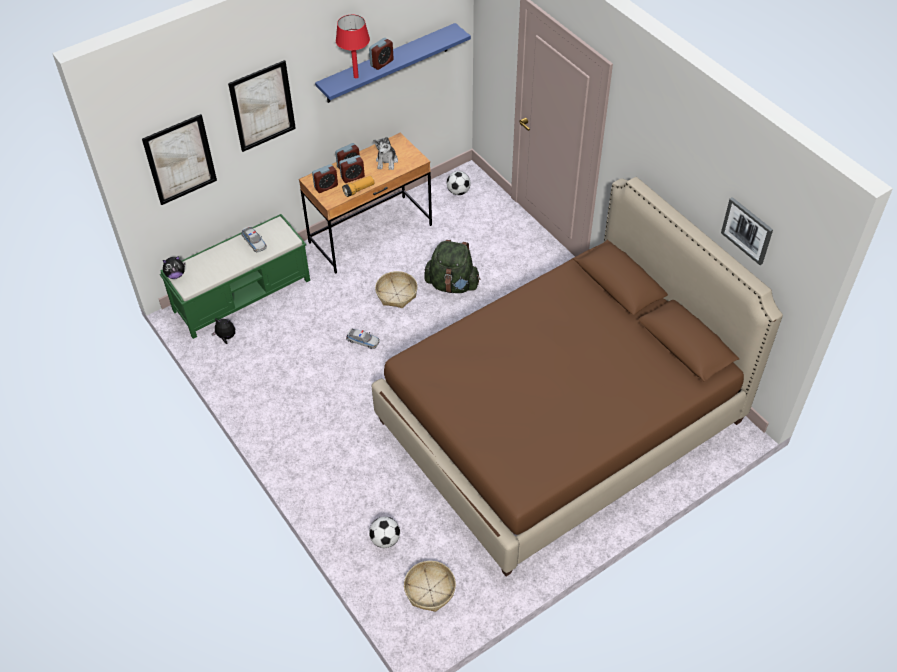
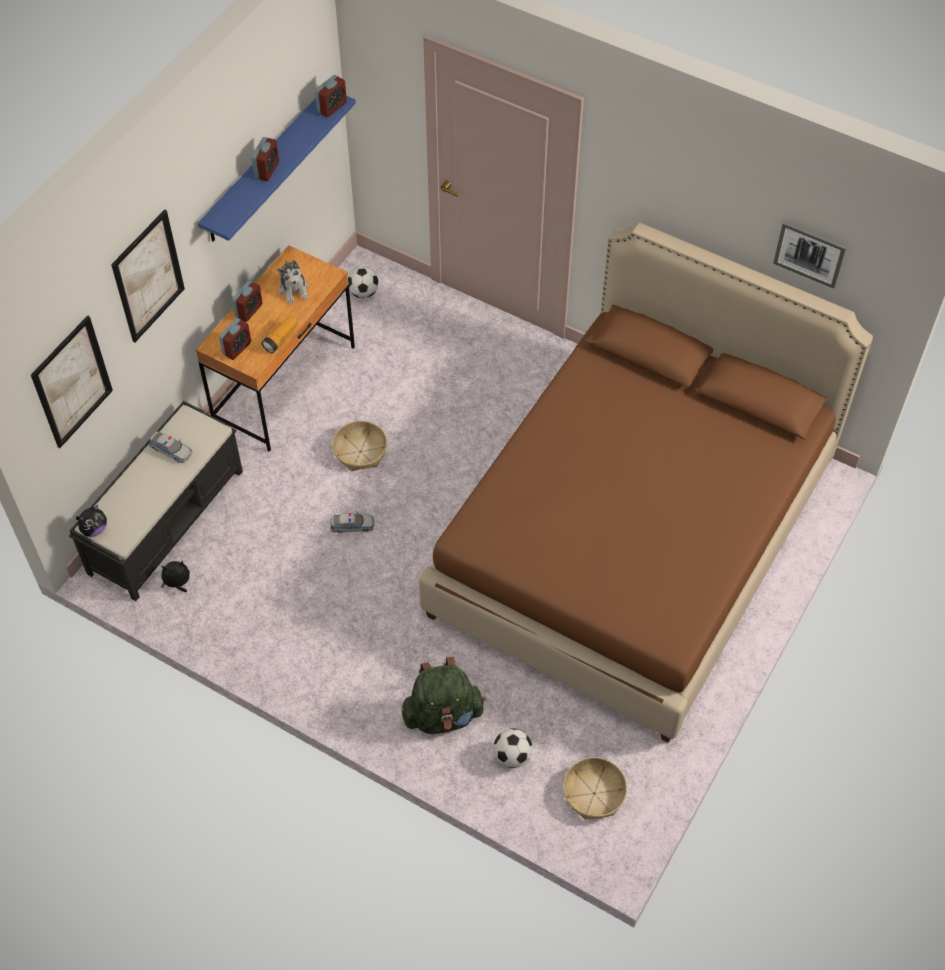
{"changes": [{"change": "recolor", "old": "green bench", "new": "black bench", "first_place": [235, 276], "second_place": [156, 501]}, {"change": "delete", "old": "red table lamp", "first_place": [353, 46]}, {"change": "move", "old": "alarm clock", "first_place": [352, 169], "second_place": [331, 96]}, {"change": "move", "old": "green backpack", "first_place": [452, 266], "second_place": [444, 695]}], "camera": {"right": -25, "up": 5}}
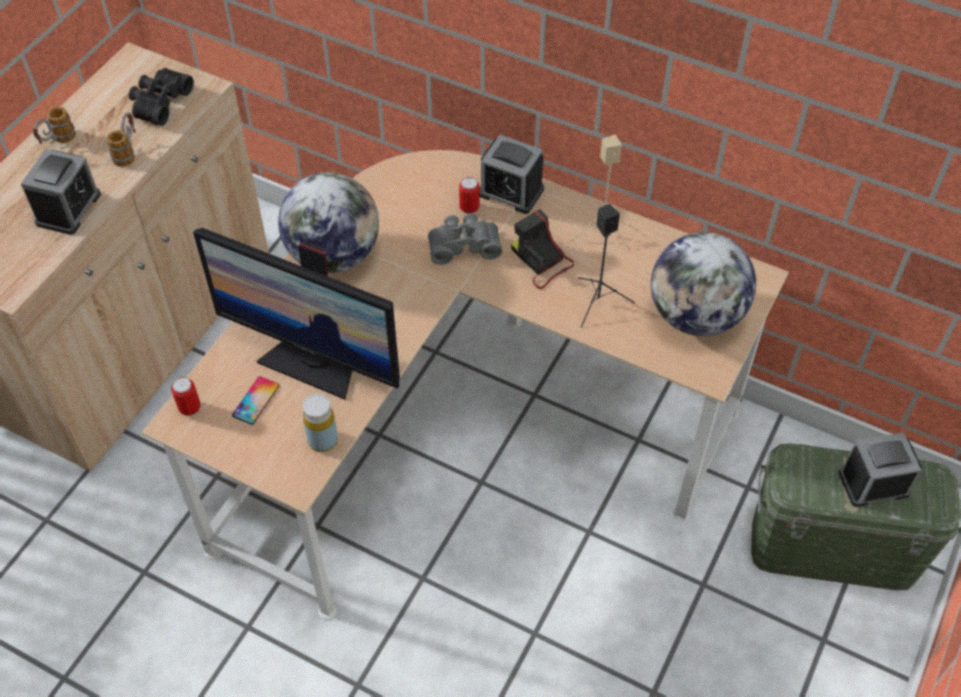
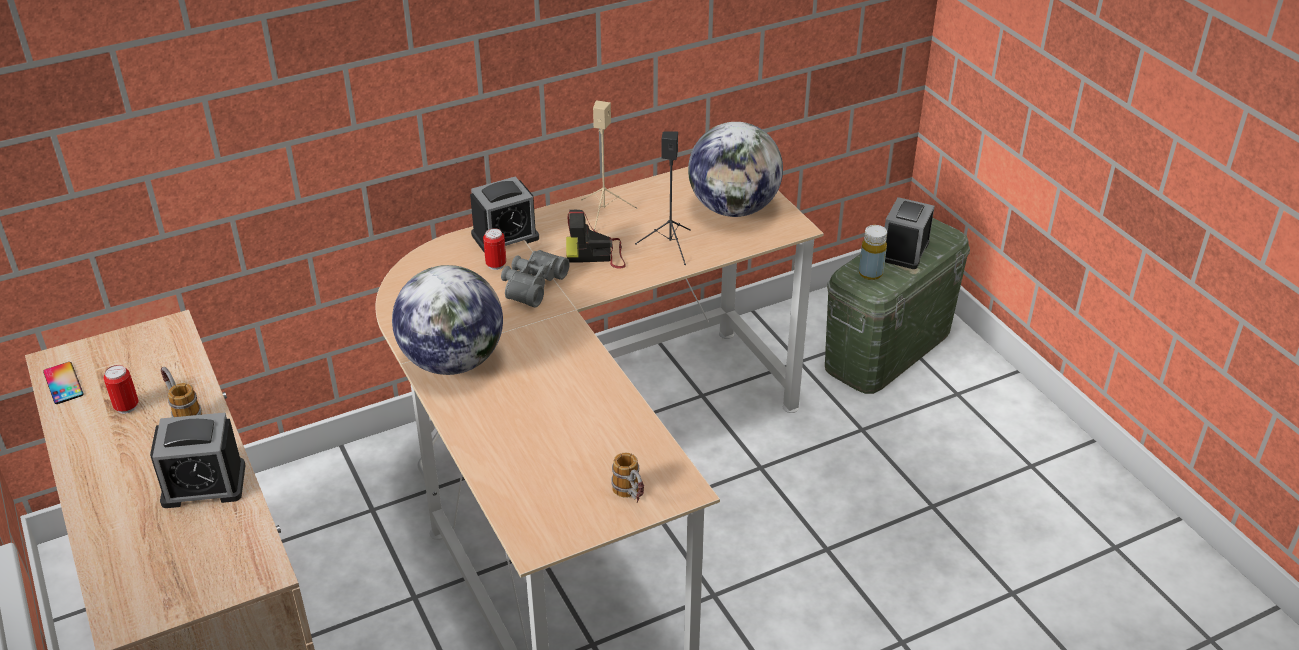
{"changes": [{"change": "rotate", "old": "alarm clock", "first_place": [61, 192], "second_place": [197, 460], "degrees": 120}, {"change": "move", "old": "mug", "first_place": [54, 125], "second_place": [627, 478]}, {"change": "delete", "old": "black binoculars", "first_place": [161, 97]}, {"change": "move", "old": "can", "first_place": [186, 396], "second_place": [121, 389]}, {"change": "delete", "old": "monitor", "first_place": [296, 314]}, {"change": "move", "old": "phone", "first_place": [256, 400], "second_place": [63, 383]}, {"change": "move", "old": "yellow bottle", "first_place": [320, 423], "second_place": [873, 252]}], "camera": {"right": -55, "up": -15}}
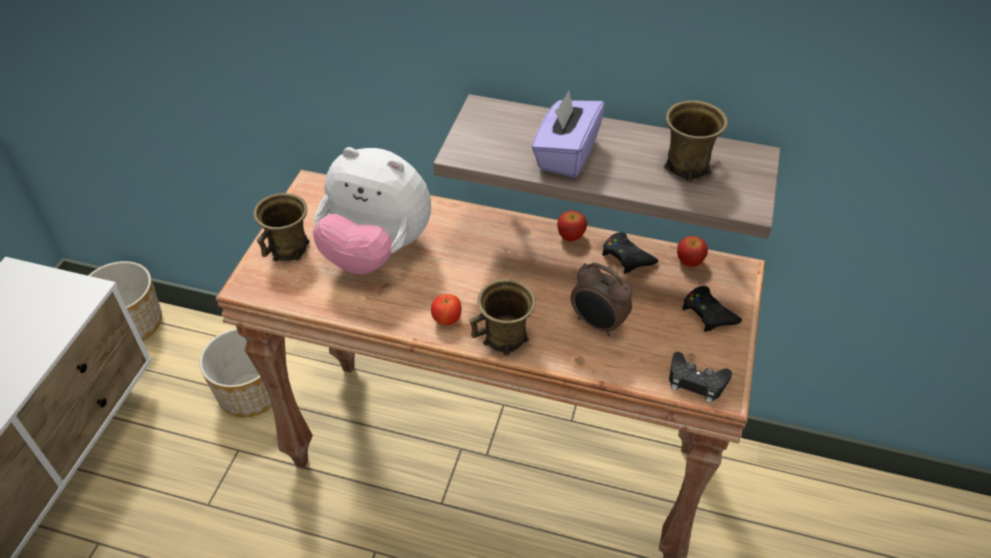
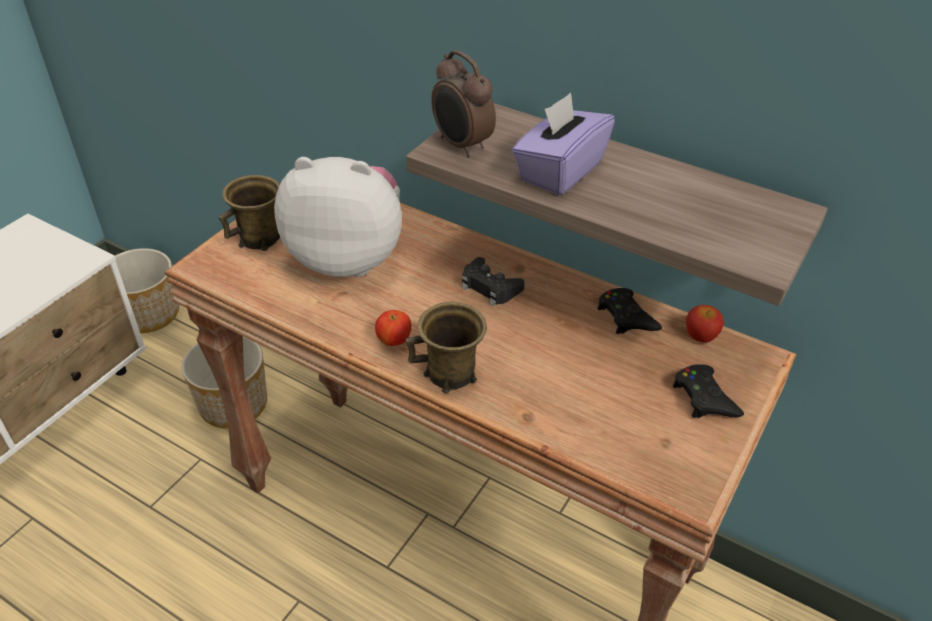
{"changes": [{"change": "rotate", "old": "plush toy", "first_place": [371, 210], "second_place": [338, 217], "degrees": 150}, {"change": "delete", "old": "apple", "first_place": [572, 225]}, {"change": "move", "old": "alarm clock", "first_place": [602, 299], "second_place": [463, 103]}, {"change": "delete", "old": "brown mug", "first_place": [696, 141]}, {"change": "move", "old": "black game controller", "first_place": [700, 377], "second_place": [493, 281]}], "camera": {"right": 15, "up": -5}}
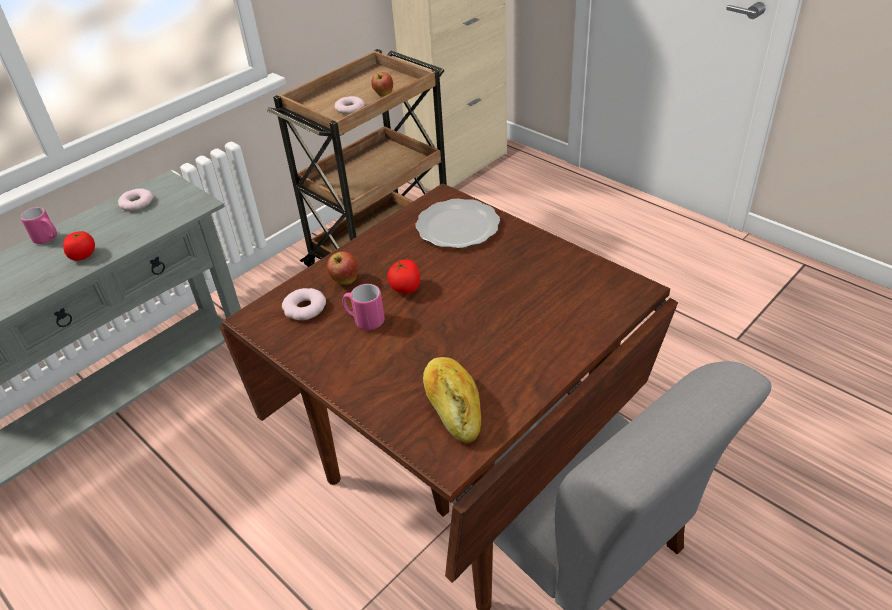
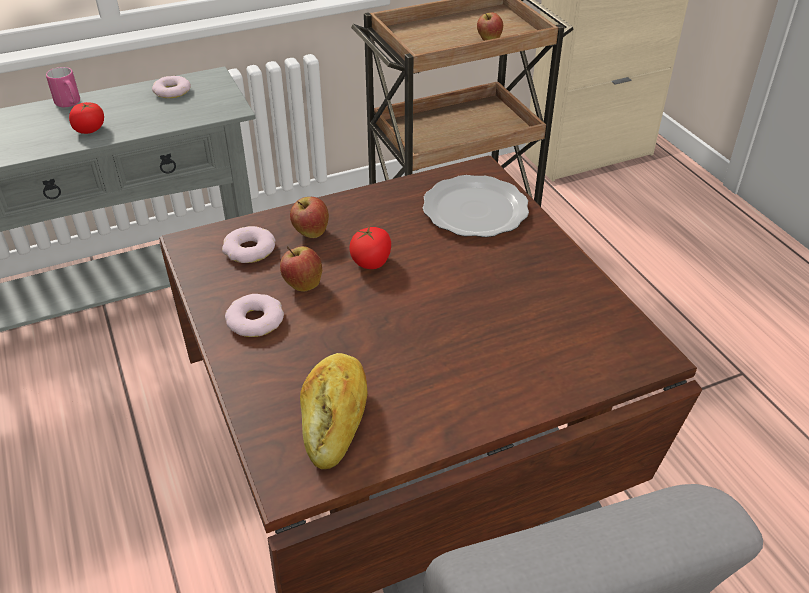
{"changes": [{"change": "move", "old": "donut", "first_place": [350, 105], "second_place": [254, 315]}, {"change": "replace", "old": "pink mug", "new": "apple", "first_place": [363, 307], "second_place": [301, 268]}], "camera": {"right": 20, "up": 0}}
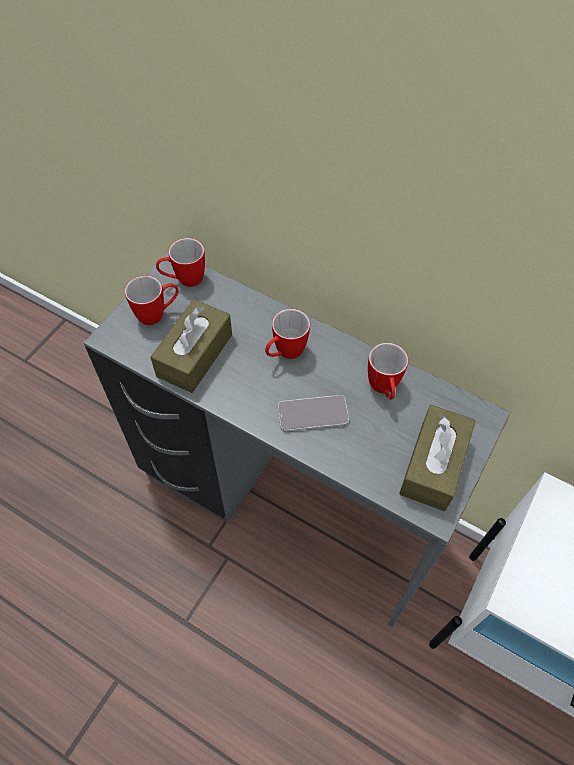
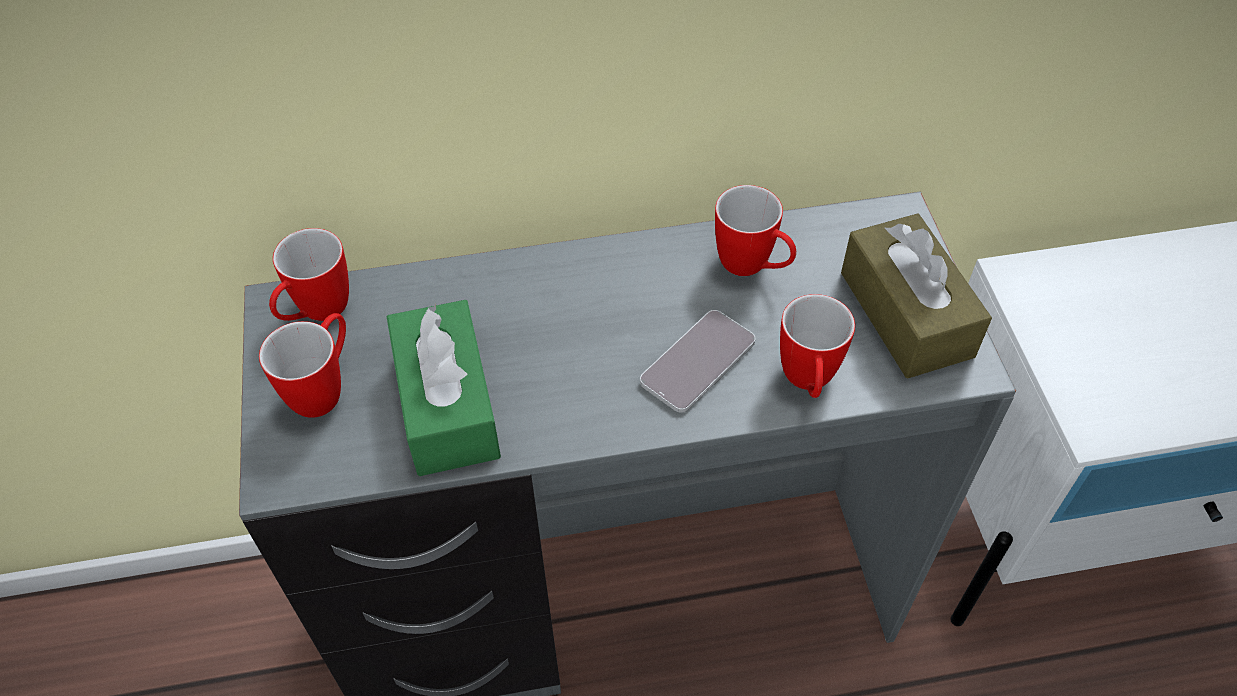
{"changes": [{"change": "recolor", "old": "brown tissue box", "new": "green tissue box", "first_place": [191, 346], "second_place": [444, 388]}, {"change": "move", "old": "mug", "first_place": [287, 334], "second_place": [817, 346]}], "camera": {"right": -40, "up": -5}}
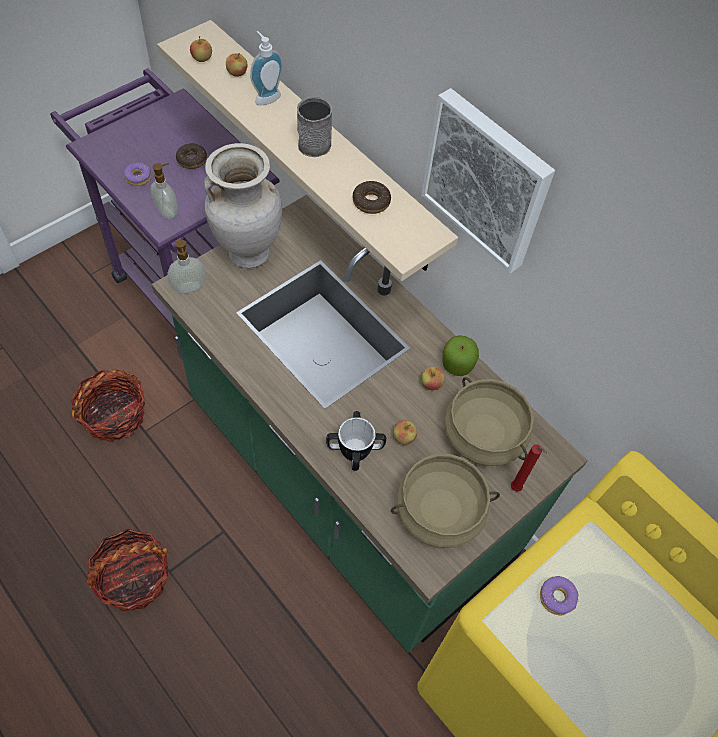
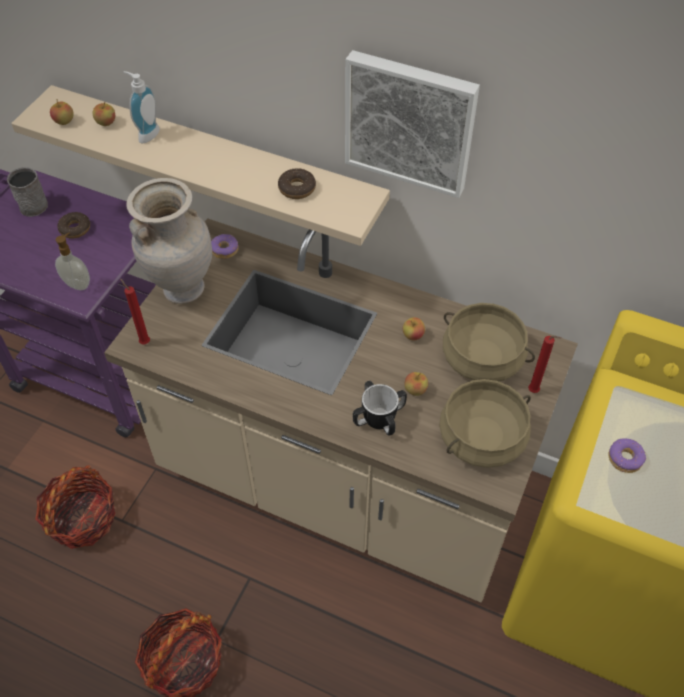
{"changes": [{"change": "move", "old": "donut", "first_place": [137, 174], "second_place": [225, 246]}, {"change": "recolor", "old": "green counter", "new": "beige counter", "first_place": [369, 424], "second_place": [341, 410]}, {"change": "replace", "old": "soap dispenser", "new": "red candle", "first_place": [186, 266], "second_place": [135, 311]}, {"change": "move", "old": "grey mug", "first_place": [314, 127], "second_place": [27, 192]}, {"change": "delete", "old": "apple", "first_place": [460, 355]}], "camera": {"right": -20, "up": -5}}
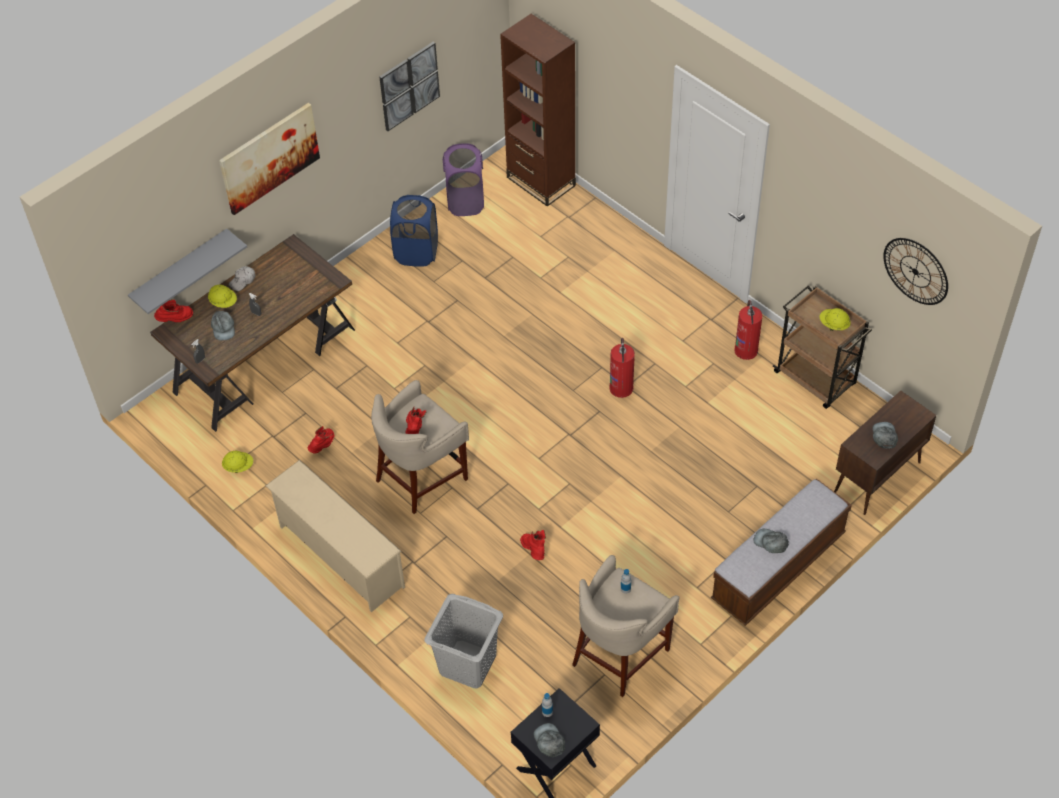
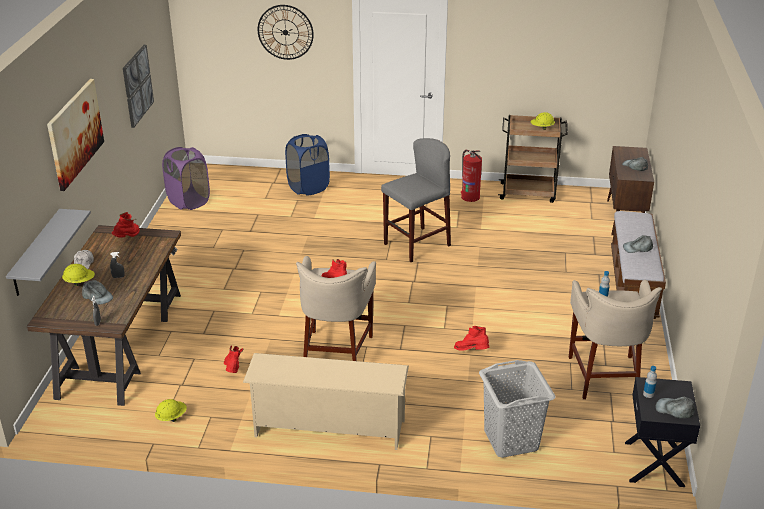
{"changes": [{"change": "move", "old": "red boot", "first_place": [173, 310], "second_place": [126, 225]}, {"change": "move", "old": "blue laundry basket", "first_place": [414, 231], "second_place": [307, 165]}, {"change": "delete", "old": "brown bookcase", "first_place": [538, 110]}, {"change": "replace", "old": "fire extinguisher", "new": "grey stool", "first_place": [622, 368], "second_place": [416, 200]}, {"change": "move", "old": "wall clock", "first_place": [915, 271], "second_place": [286, 32]}], "camera": {"right": -40, "up": -20}}
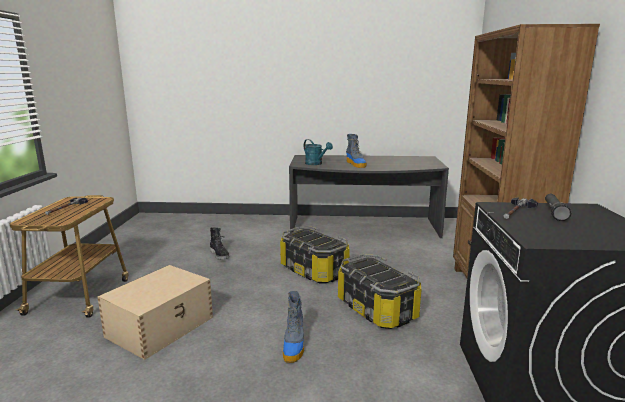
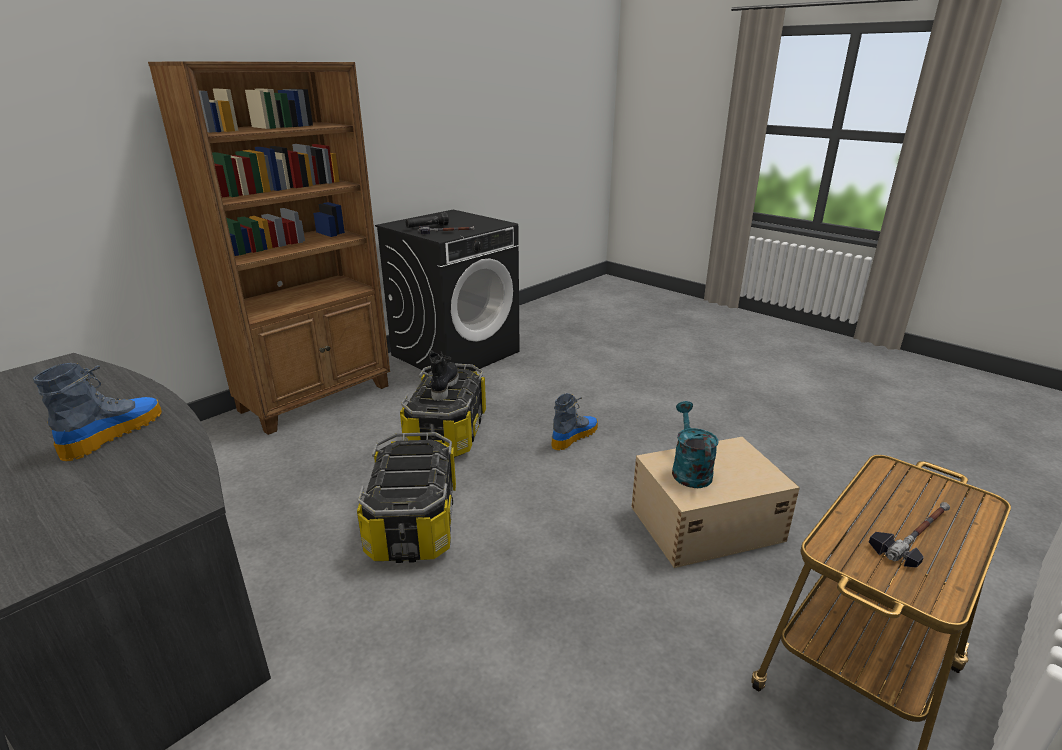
{"changes": [{"change": "move", "old": "black boot", "first_place": [219, 243], "second_place": [444, 375]}, {"change": "move", "old": "turquoise watering can", "first_place": [318, 152], "second_place": [695, 444]}], "camera": {"right": -140, "up": 10}}
